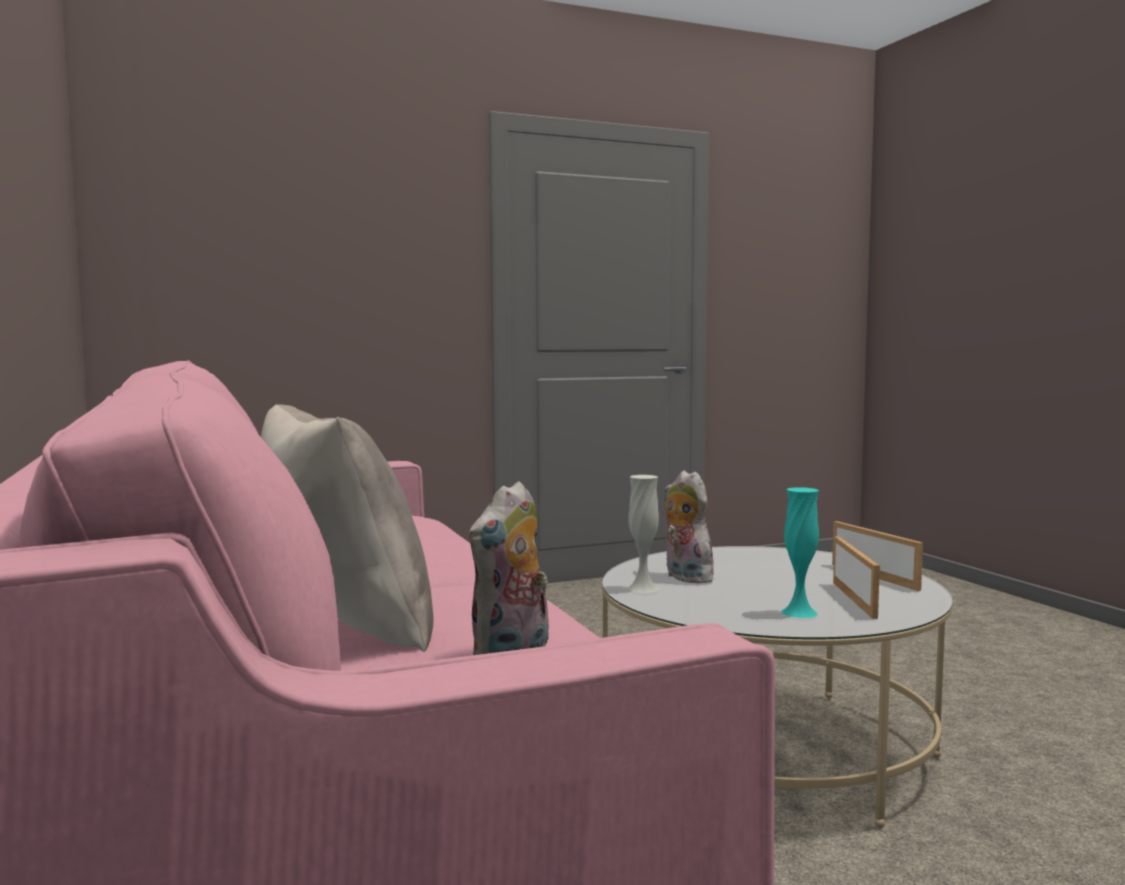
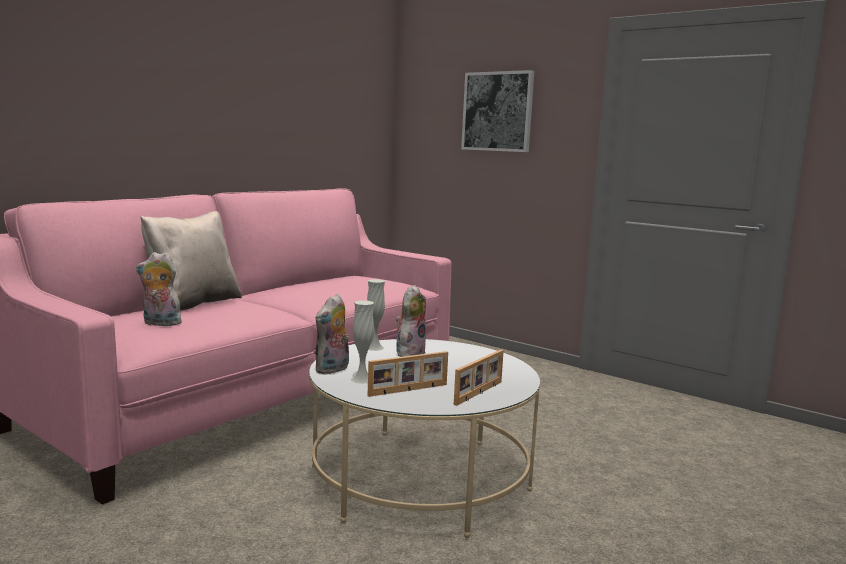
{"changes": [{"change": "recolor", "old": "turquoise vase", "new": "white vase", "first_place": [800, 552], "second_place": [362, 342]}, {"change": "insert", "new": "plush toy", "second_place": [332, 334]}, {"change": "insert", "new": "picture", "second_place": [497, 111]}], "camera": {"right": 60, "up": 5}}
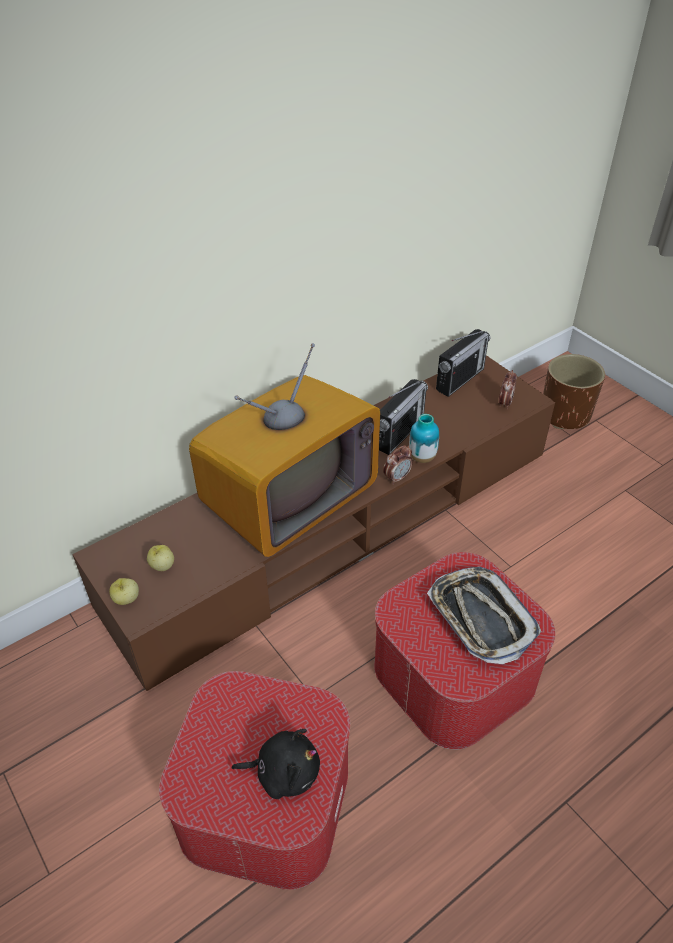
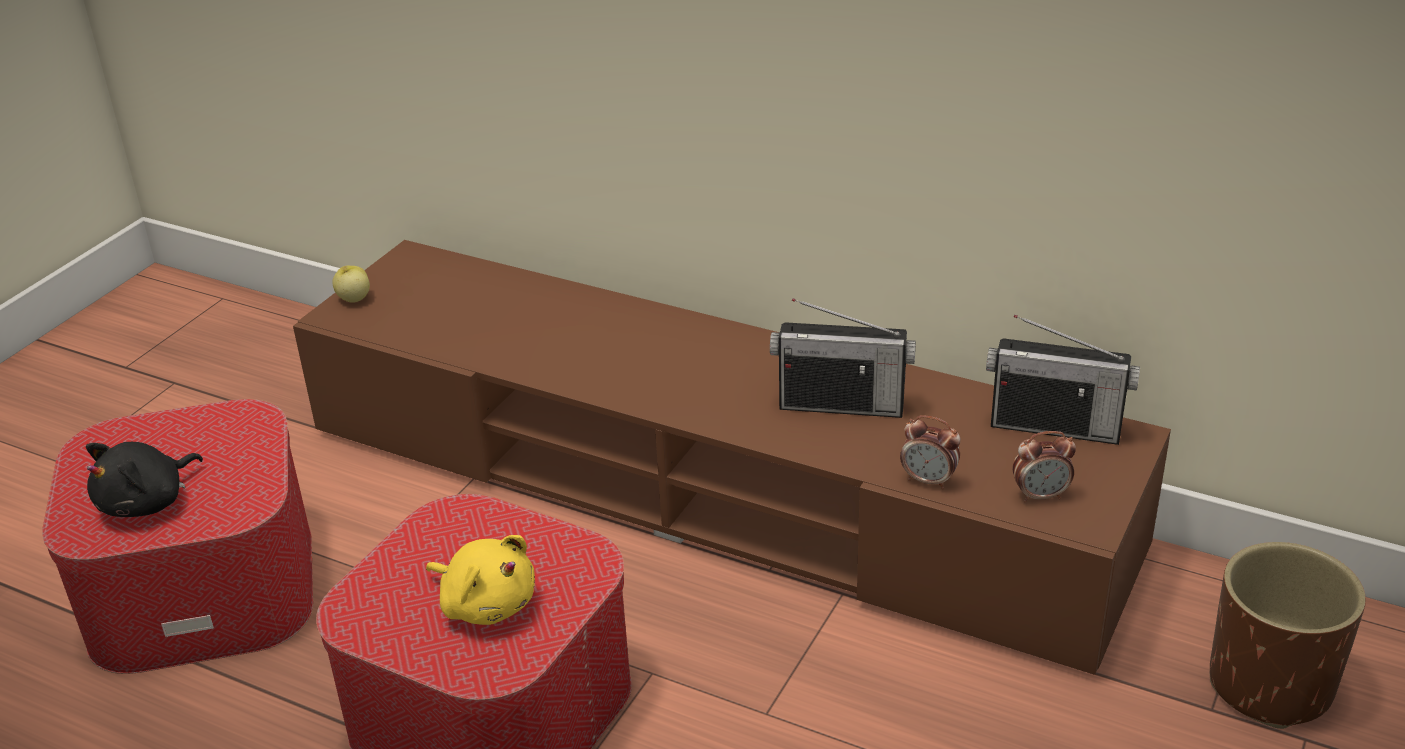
{"changes": [{"change": "delete", "old": "apple", "first_place": [160, 558]}, {"change": "delete", "old": "television", "first_place": [284, 450]}, {"change": "rotate", "old": "black plush toy", "first_place": [276, 764], "second_place": [144, 479], "degrees": 60}, {"change": "move", "old": "alarm clock", "first_place": [398, 465], "second_place": [930, 452]}, {"change": "delete", "old": "vase", "first_place": [424, 438]}, {"change": "replace", "old": "tray", "new": "yellow plush toy", "first_place": [484, 615], "second_place": [480, 580]}], "camera": {"right": 65, "up": -10}}
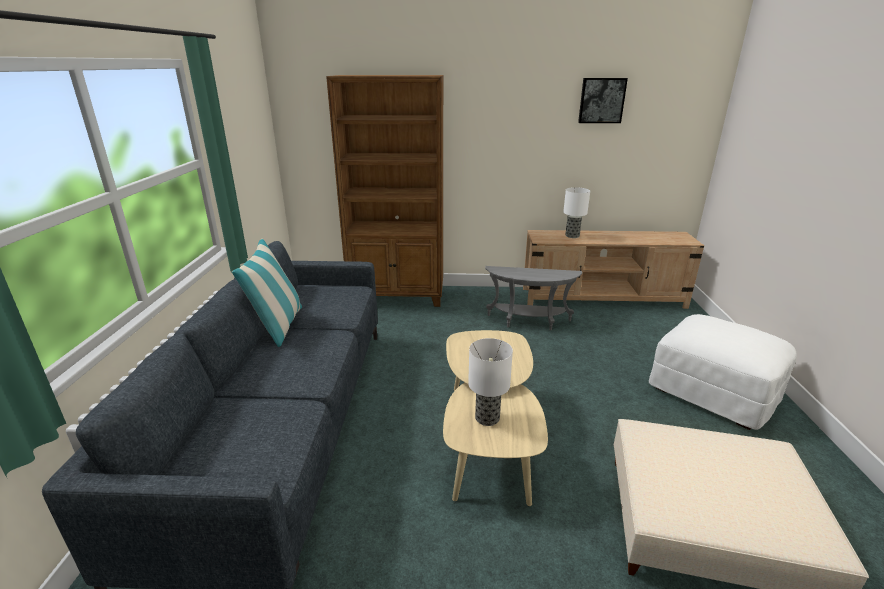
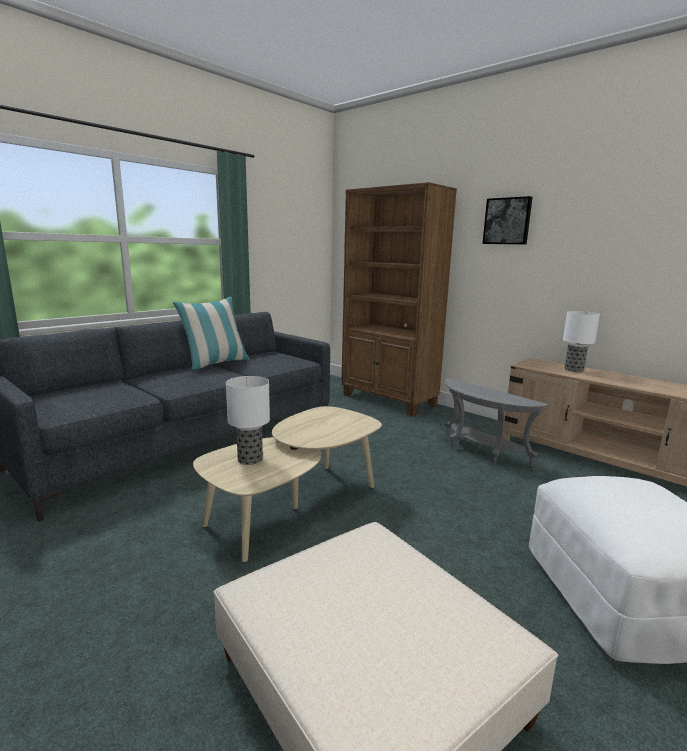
{"changes": [{"change": "move", "old": "picture", "first_place": [603, 100], "second_place": [507, 220]}], "camera": {"right": 40, "up": -10}}
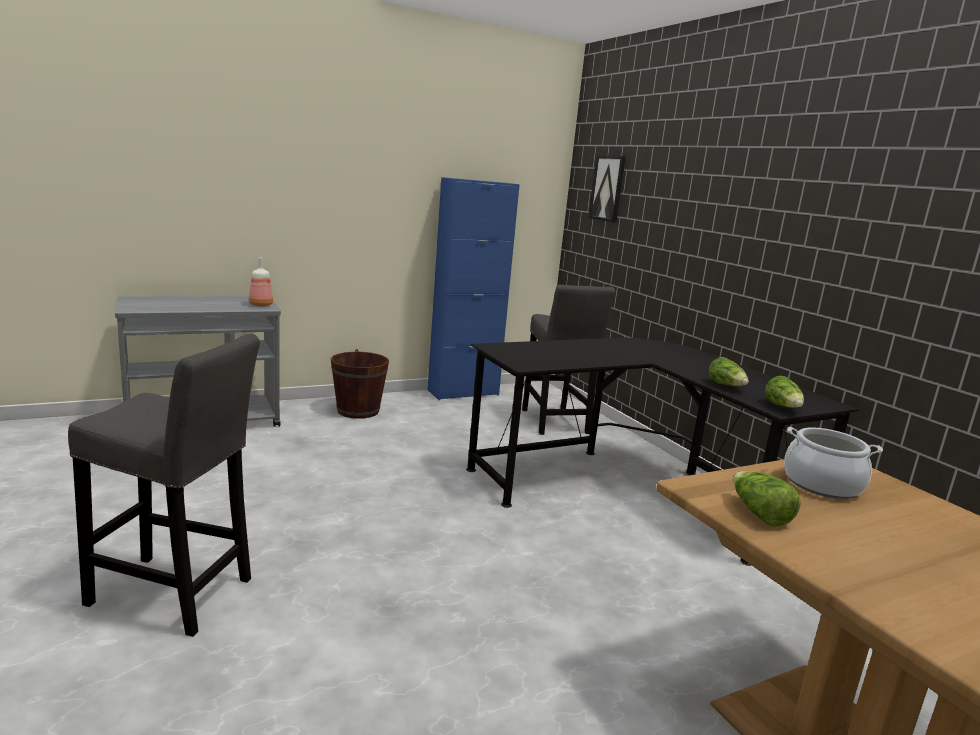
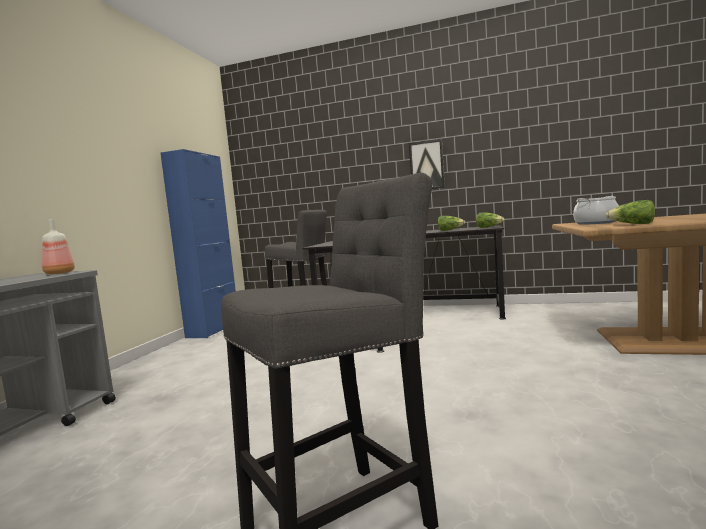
{"changes": [{"change": "delete", "old": "brown bucket", "first_place": [360, 384]}, {"change": "move", "old": "picture", "first_place": [607, 189], "second_place": [427, 164]}], "camera": {"right": -45, "up": -10}}
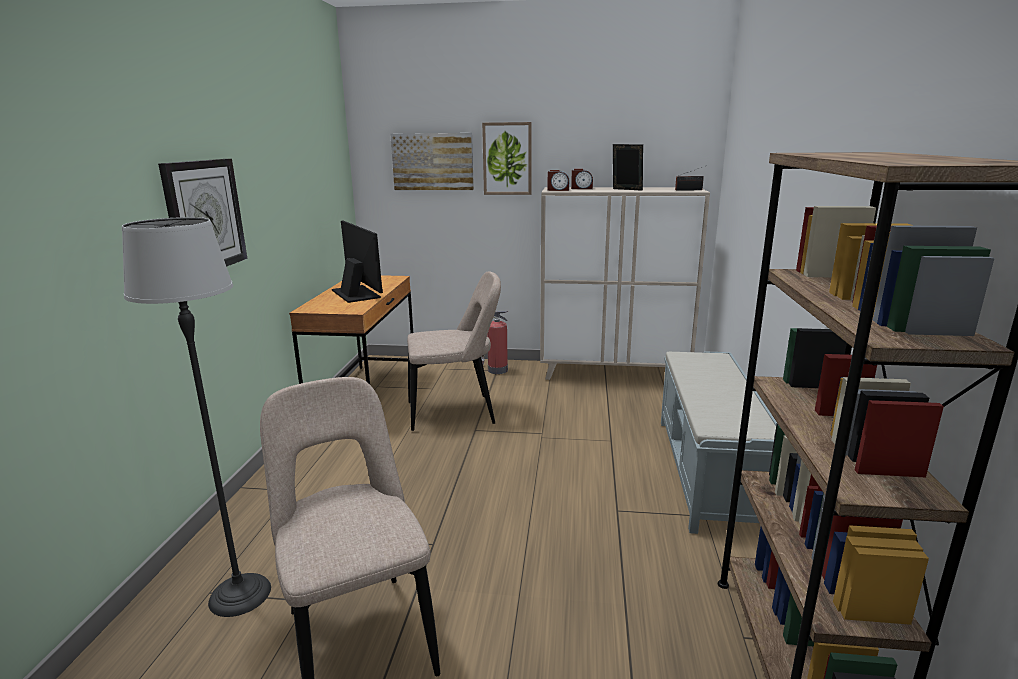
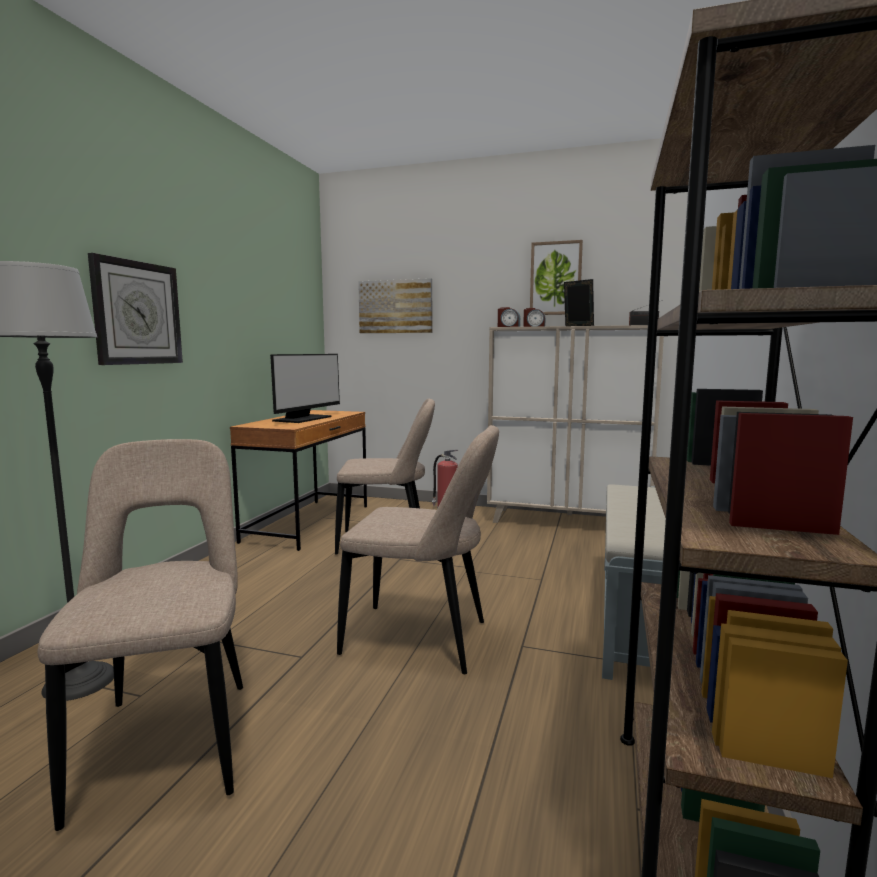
{"changes": [{"change": "rotate", "old": "monitor", "first_place": [357, 262], "second_place": [305, 388], "degrees": 45}, {"change": "move", "old": "picture", "first_place": [507, 158], "second_place": [556, 277]}, {"change": "insert", "new": "beige chair", "second_place": [418, 549]}], "camera": {"right": 10, "up": -10}}
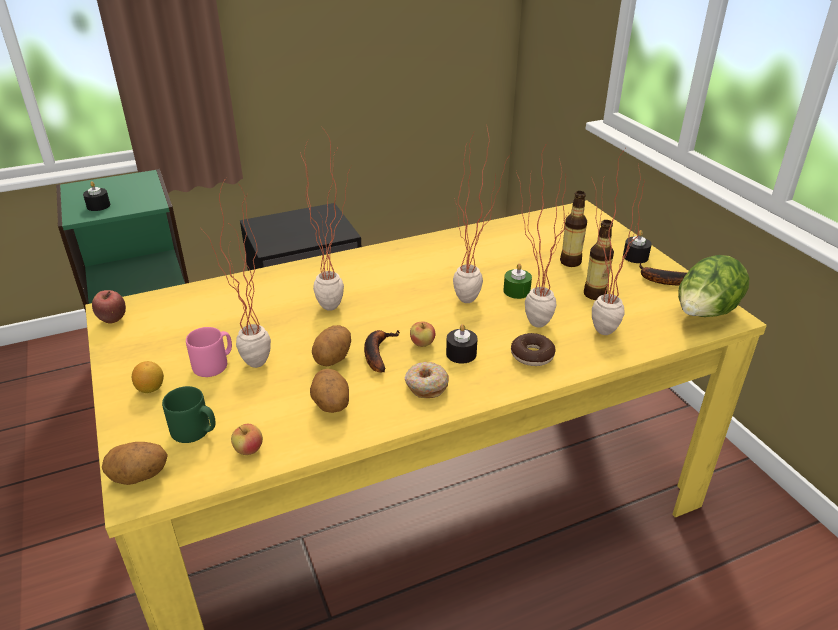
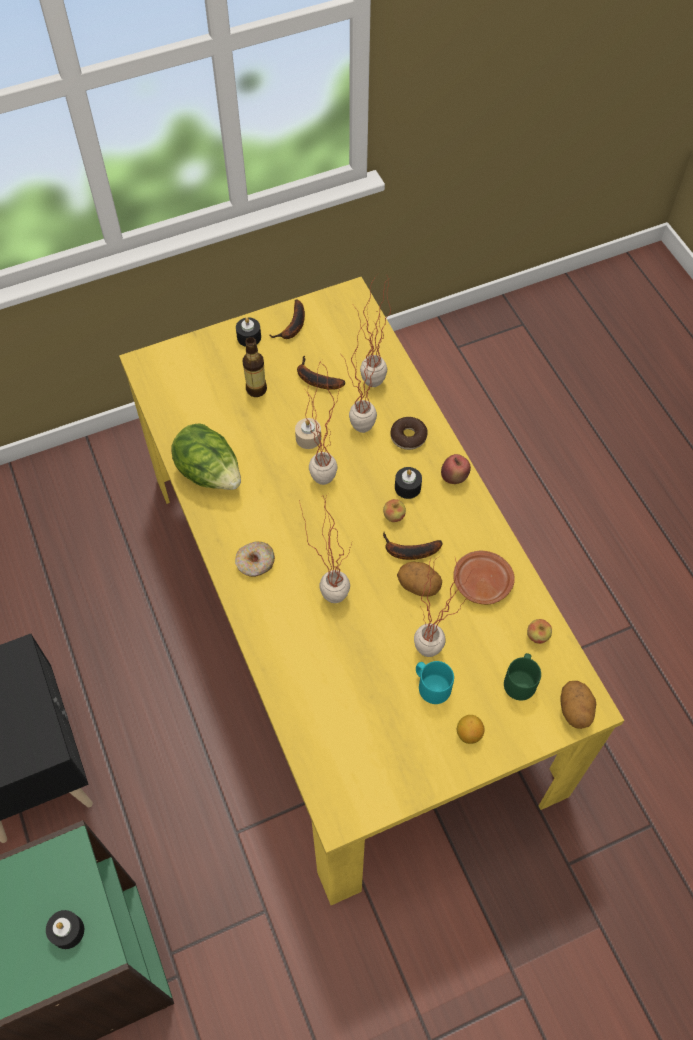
{"changes": [{"change": "move", "old": "apple", "first_place": [109, 307], "second_place": [456, 469]}, {"change": "recolor", "old": "pink mug", "new": "turquoise mug", "first_place": [209, 352], "second_place": [435, 682]}, {"change": "replace", "old": "potato", "new": "brown plate", "first_place": [329, 391], "second_place": [484, 577]}, {"change": "move", "old": "donut", "first_place": [427, 380], "second_place": [255, 559]}, {"change": "recolor", "old": "green candle", "new": "beige candle", "first_place": [517, 281], "second_place": [308, 433]}, {"change": "replace", "old": "bottle", "new": "banana", "first_place": [599, 260], "second_place": [321, 373]}, {"change": "move", "old": "lettuce", "first_place": [713, 286], "second_place": [206, 456]}], "camera": {"right": -90, "up": 25}}
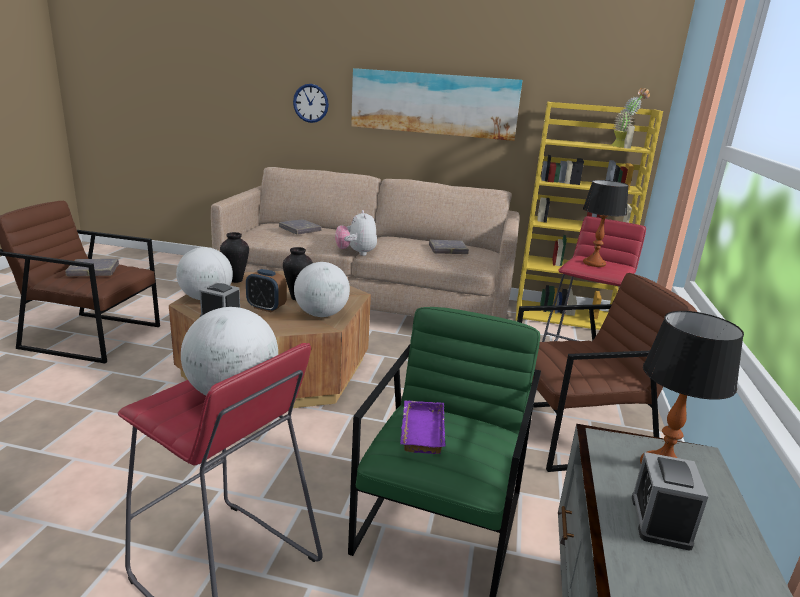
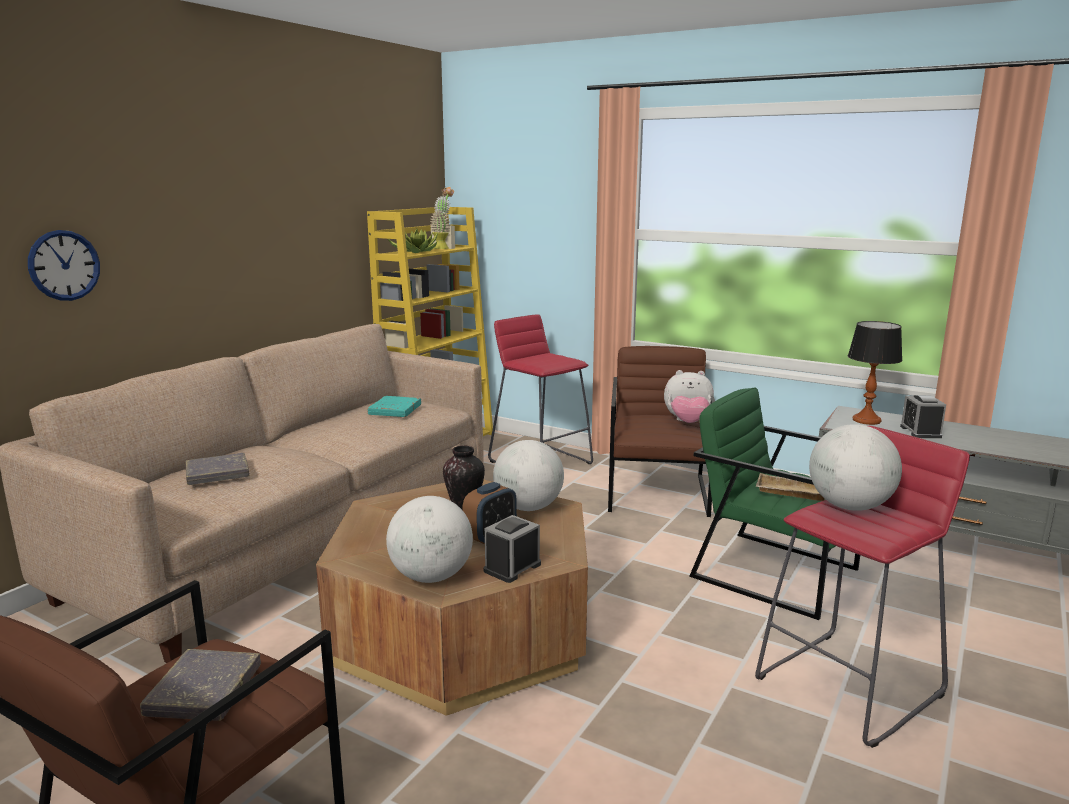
{"changes": [{"change": "delete", "old": "vase", "first_place": [234, 257]}, {"change": "move", "old": "plush toy", "first_place": [356, 233], "second_place": [689, 396]}, {"change": "delete", "old": "picture", "first_place": [436, 104]}, {"change": "recolor", "old": "purple tray", "new": "beige tray", "first_place": [422, 427], "second_place": [790, 487]}, {"change": "recolor", "old": "grey book", "new": "turquoise book", "first_place": [449, 247], "second_place": [394, 406]}, {"change": "delete", "old": "table lamp", "first_place": [606, 223]}, {"change": "rotate", "old": "alarm clock", "first_place": [670, 501], "second_place": [923, 416], "degrees": 60}, {"change": "insert", "new": "potted plant", "second_place": [413, 241]}], "camera": {"right": -70, "up": -5}}
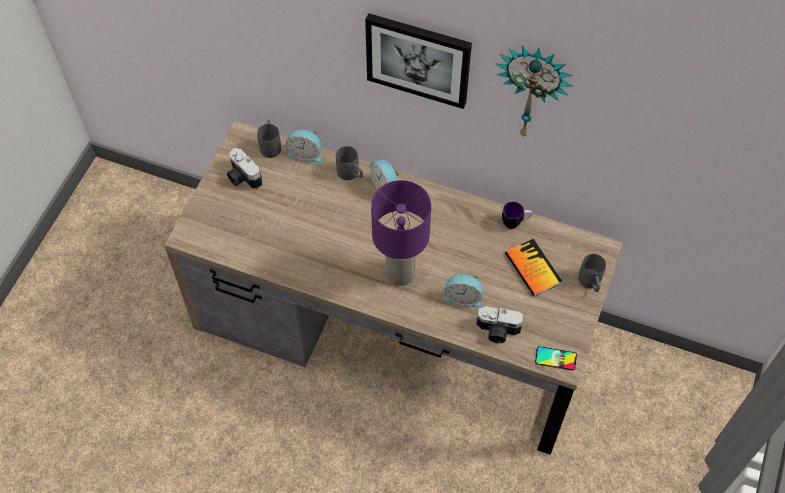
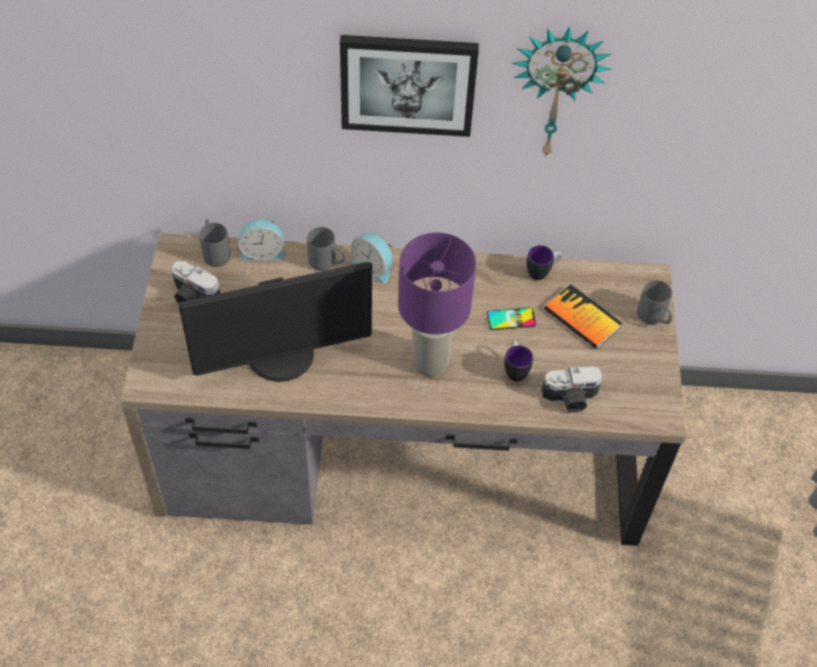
{"changes": [{"change": "replace", "old": "alarm clock", "new": "mug", "first_place": [463, 291], "second_place": [518, 361]}, {"change": "move", "old": "phone", "first_place": [556, 358], "second_place": [511, 319]}, {"change": "insert", "new": "monitor", "second_place": [275, 322]}], "camera": {"right": -20, "up": -5}}
